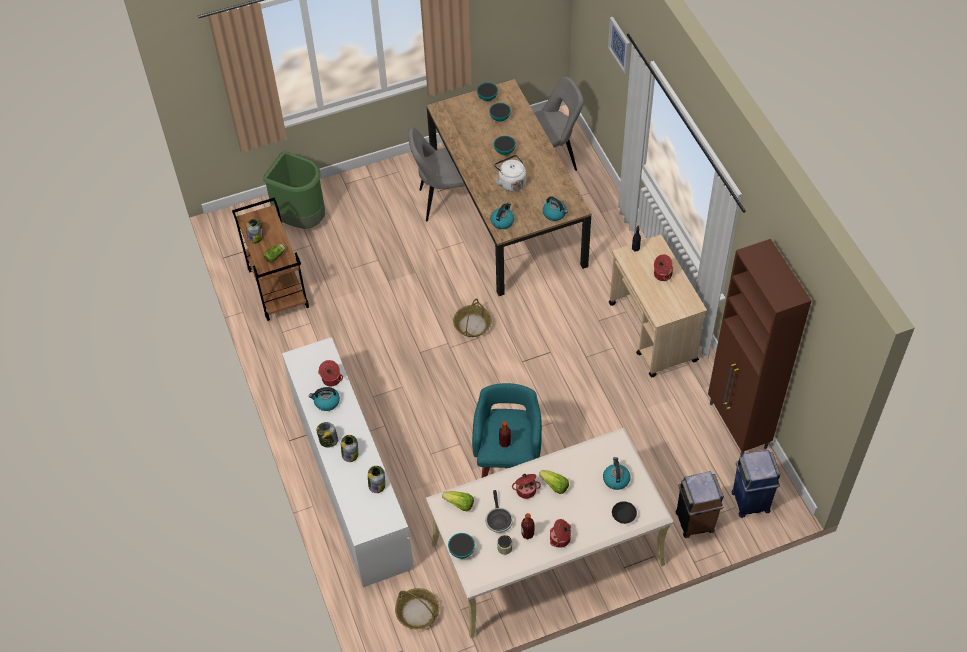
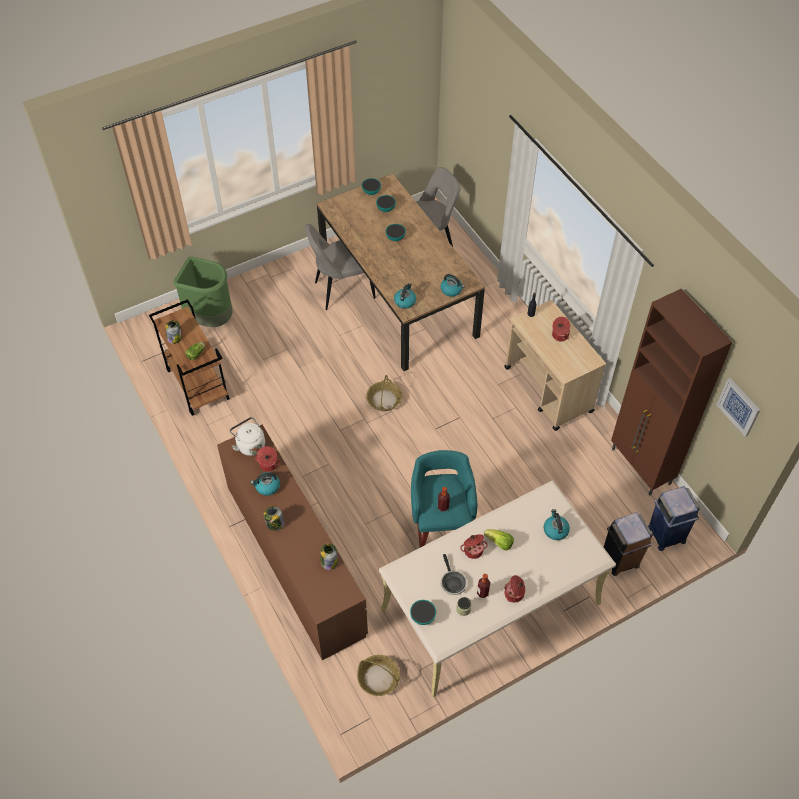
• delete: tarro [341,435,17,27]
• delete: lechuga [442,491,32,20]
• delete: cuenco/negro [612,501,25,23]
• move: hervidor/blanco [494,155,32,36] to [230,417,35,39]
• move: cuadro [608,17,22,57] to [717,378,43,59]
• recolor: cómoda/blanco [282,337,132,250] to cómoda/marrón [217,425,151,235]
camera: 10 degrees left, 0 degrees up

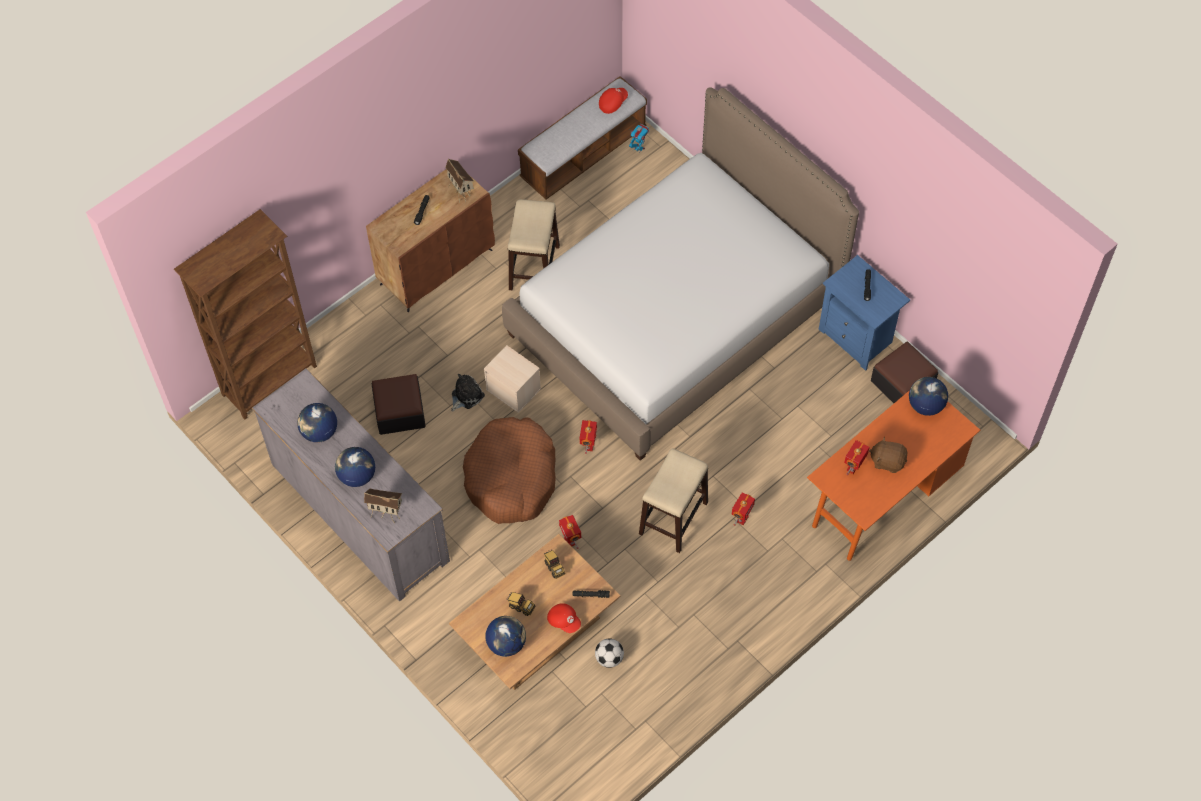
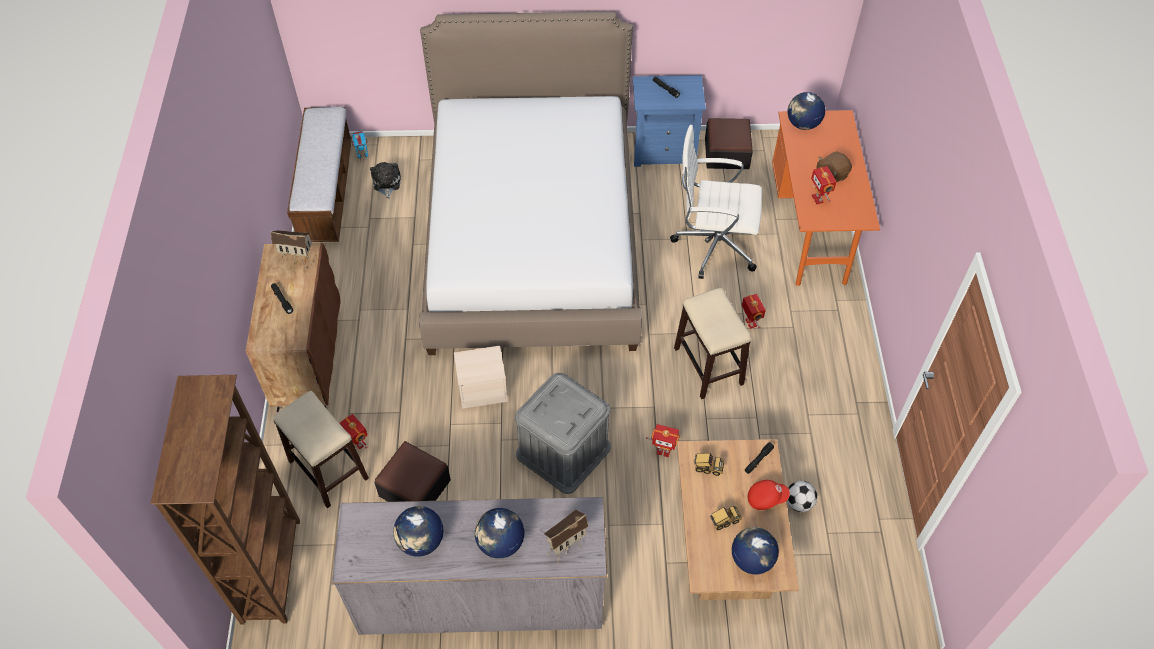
• delete: gorra/rojo [599,88,29,26]
• insert: silla de oficina/blanco [670,125,92,154]
• move: peluche [451,374,34,37] to [370,162,31,37]
• move: taburete [508,199,52,91] to [273,391,96,117]
• move: robot de juguete [580,420,17,34] to [340,414,28,35]
• replace: cama para perro/marrón [463,417,93,107] to caja de almacenaje/gris [515,373,96,121]
camera: 50 degrees left, 5 degrees down

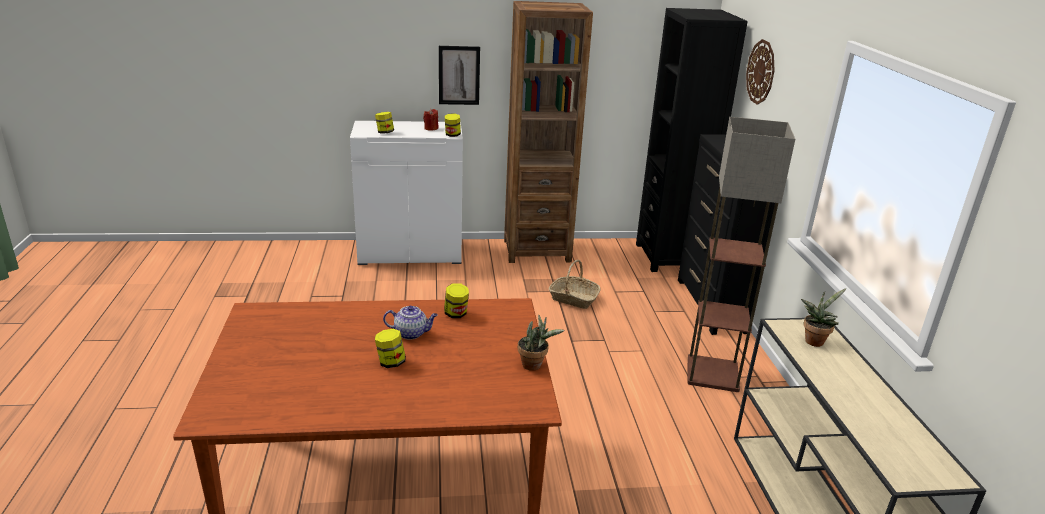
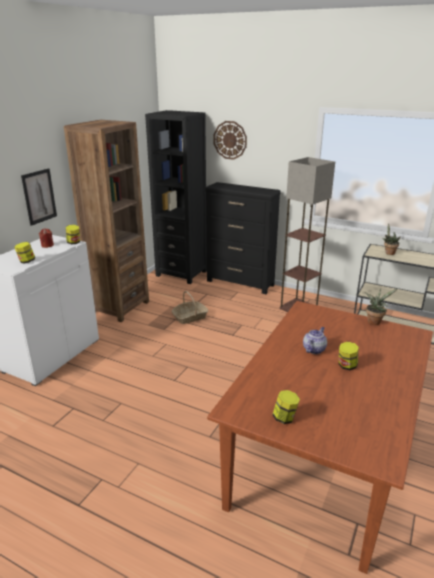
• move: tarro [444,283,25,35] to [272,390,28,34]
camera: 55 degrees left, 0 degrees up

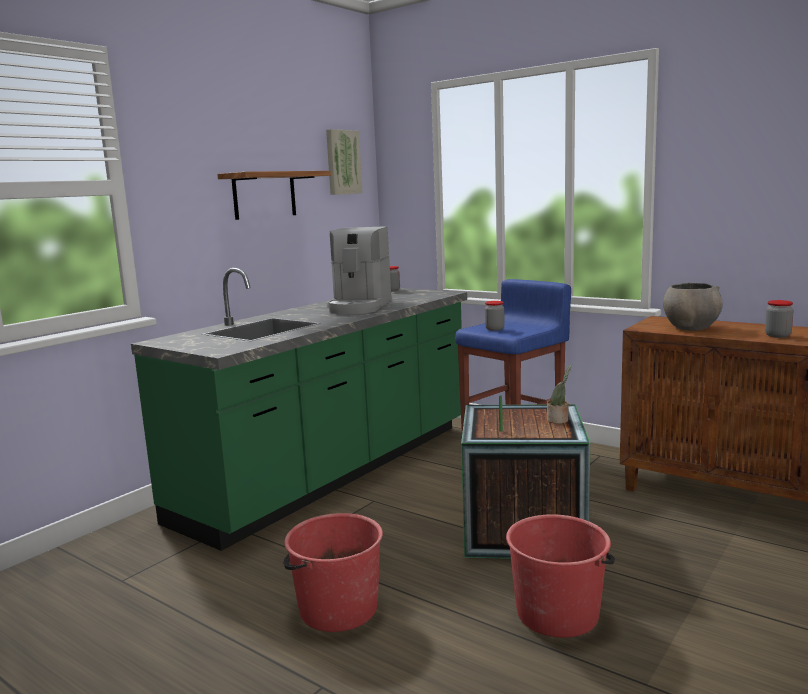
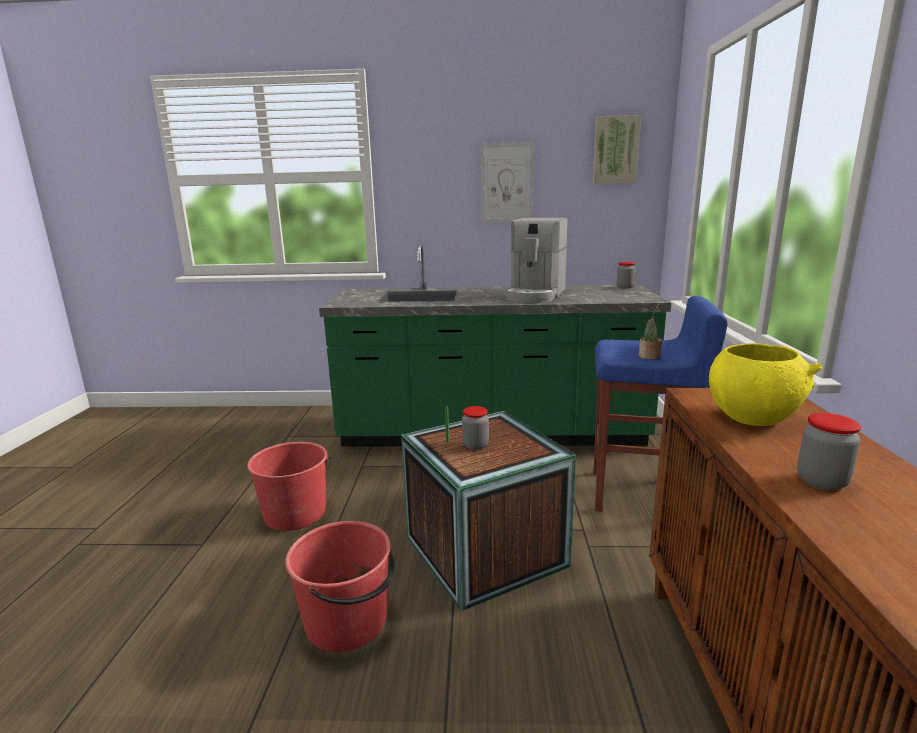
• move: tarro [485,301,19,30] to [462,406,27,44]
• move: planta en maceta [547,365,24,59] to [639,303,23,57]
• replace: estante [217,171,114,49] to cuadro [481,142,53,81]
• recolor: cuenco/gris [663,282,60,48] to cuenco/amarillo [709,343,113,83]
• rotate: cafetera [327,226,64,88] = [504,218,63,85] 45 degrees counterclockwise
camera: 55 degrees right, 5 degrees up

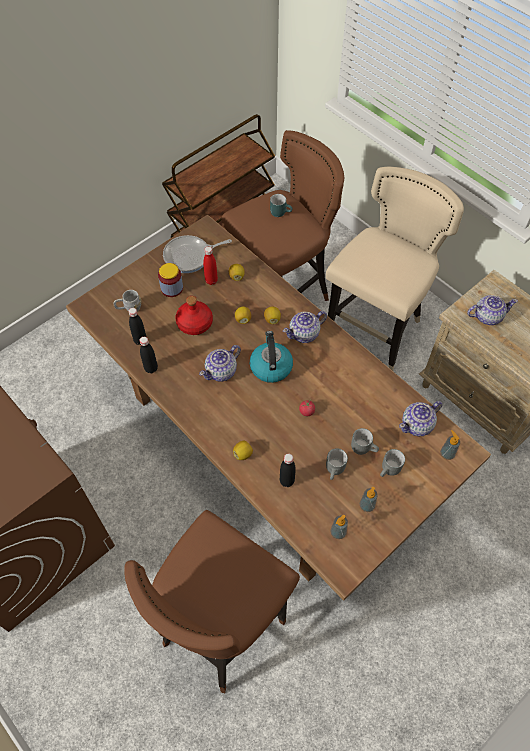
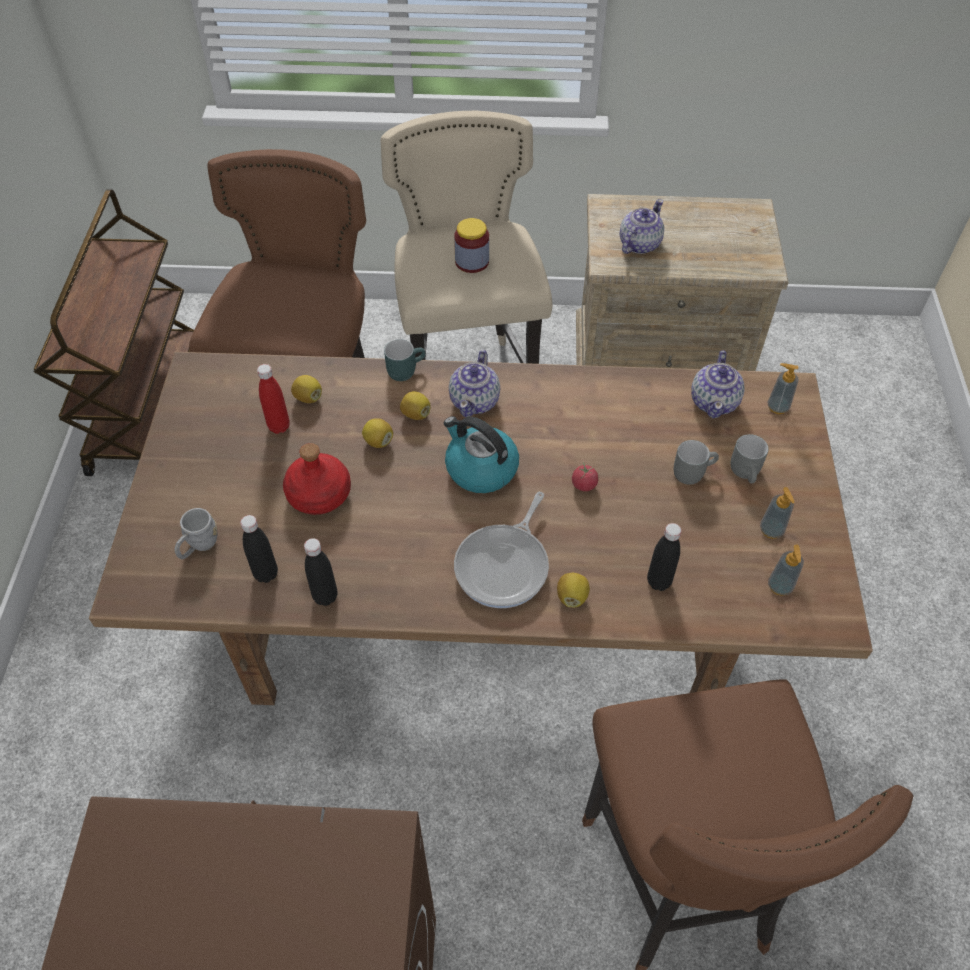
• delete: tetera [199,345,42,37]
• delete: taza grande/gris [326,448,22,32]
• move: tarro [158,263,25,34] to [454,218,35,55]
• move: sartén [163,235,69,38] to [454,492,95,116]
• move: taza grande/turquesa [270,194,22,23] to [384,339,41,42]
camera: 45 degrees left, 5 degrees down

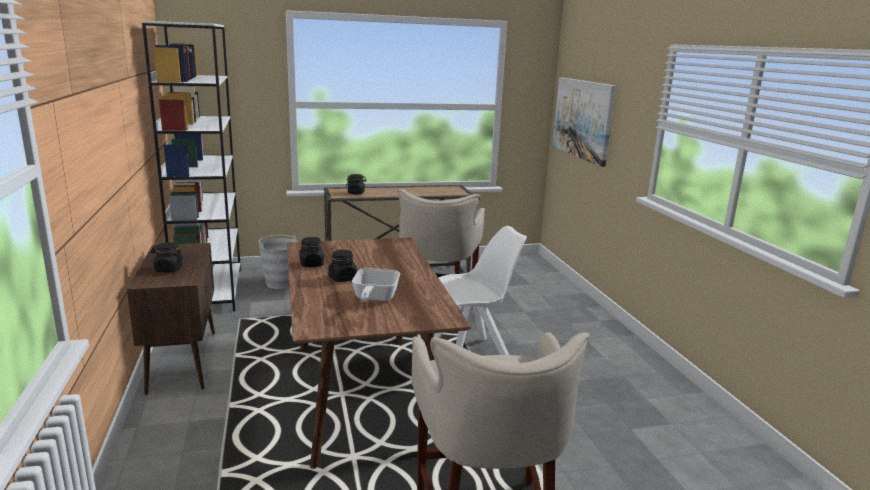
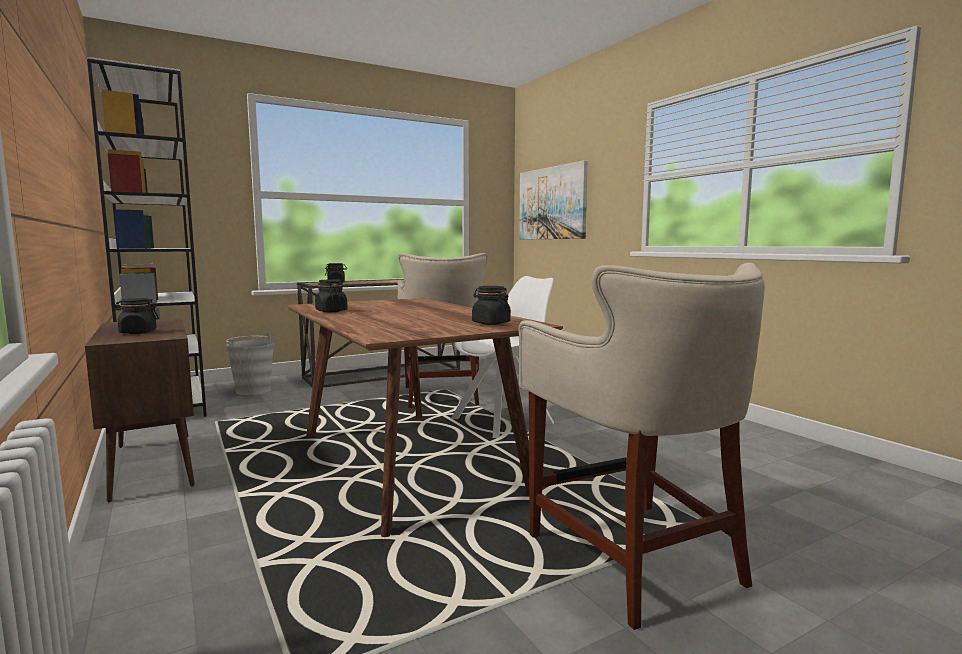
• delete: sartén [352,268,48,34]
• move: tarro/negro [328,250,29,32] to [472,286,39,39]
camera: 15 degrees left, 10 degrees down

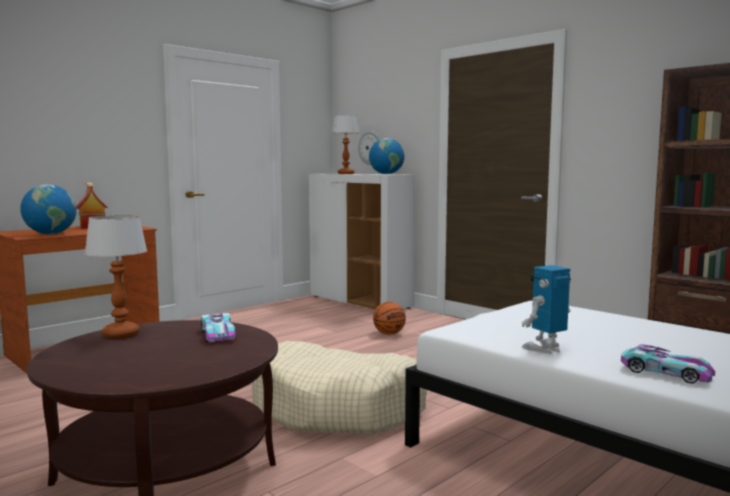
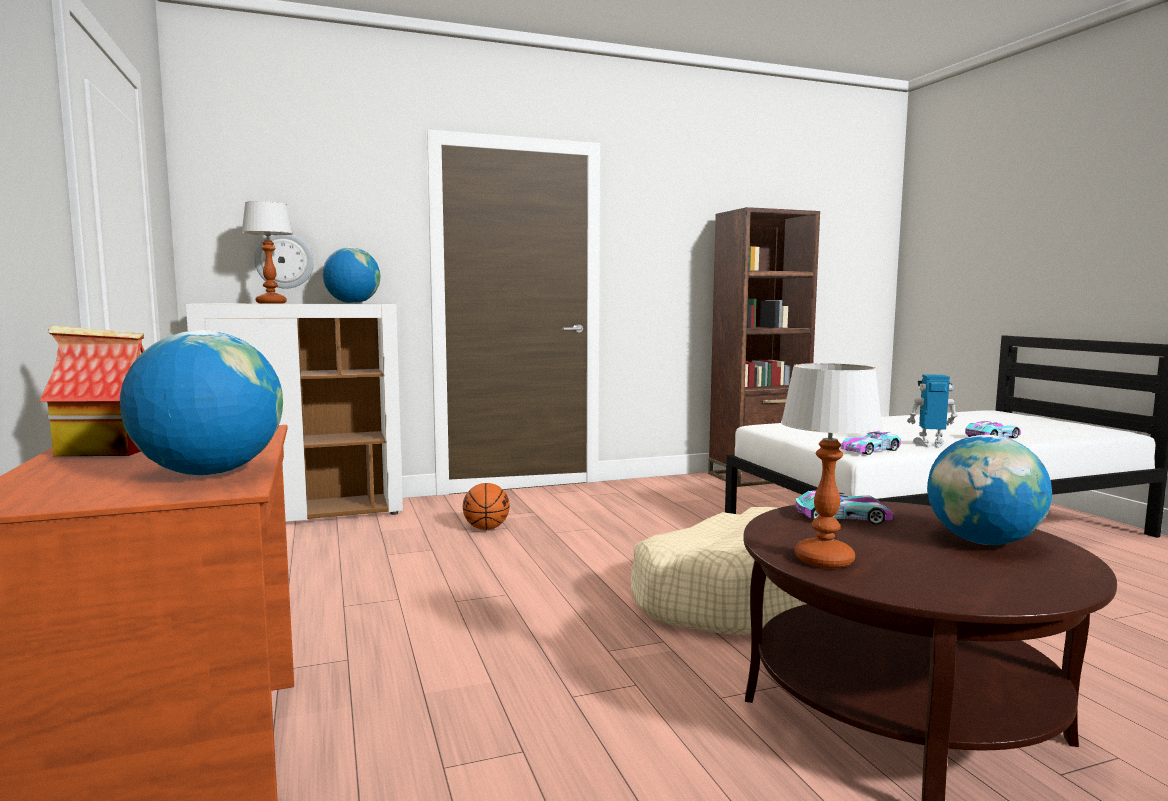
• insert: coche de juguete [841,430,60,25]
• insert: globo terráqueo [927,435,125,110]
• rotate: robot de juguete [522,265,49,89] = [907,374,51,74] 105 degrees clockwise
camera: 65 degrees left, 0 degrees up

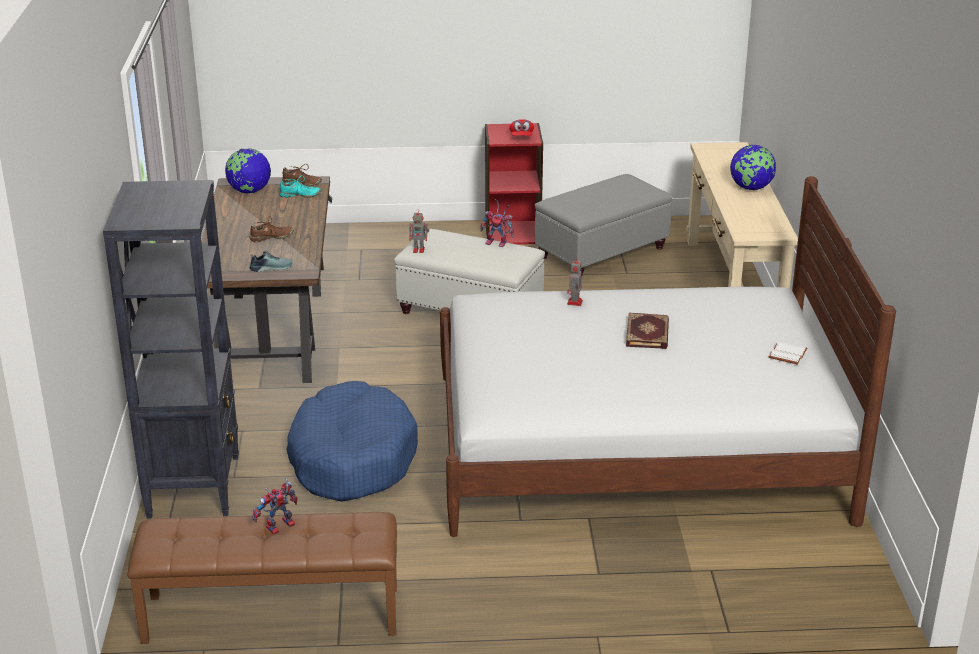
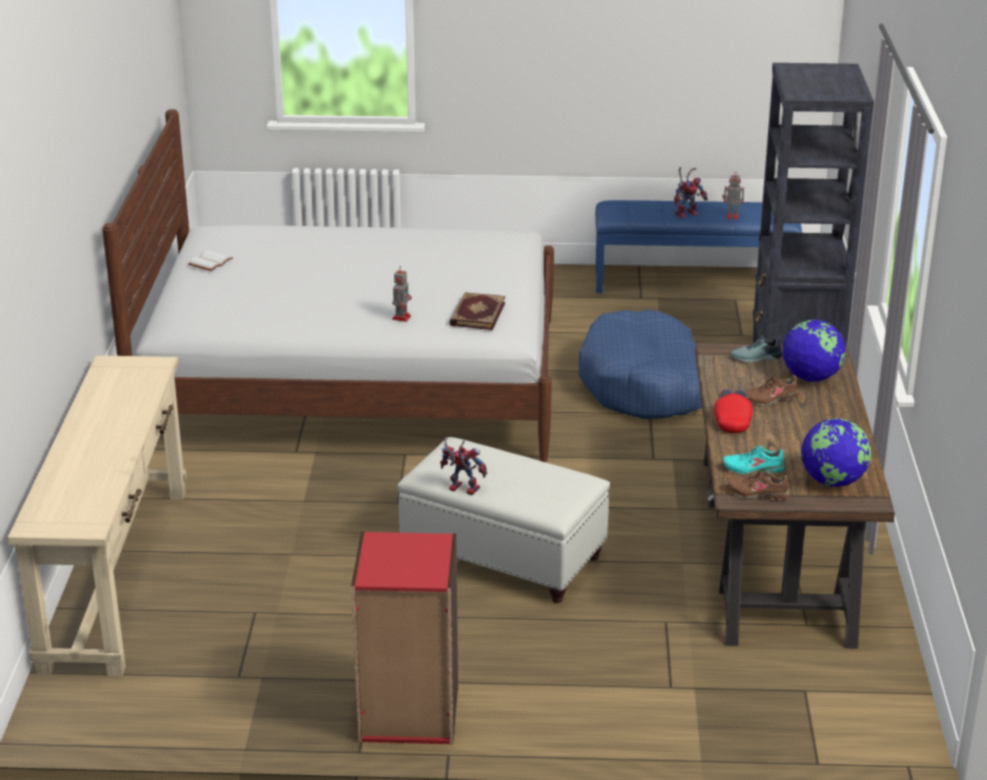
• delete: puf/gris [535,174,138,104]
• move: robot de juguete [409,209,20,44] to [722,171,22,49]
• move: gorra/rojo [509,119,25,17] to [714,388,39,45]
• move: libro [626,313,43,36] to [449,292,56,38]
• move: globo terráqueo [730,145,46,45] to [783,319,62,63]
• recolor: banco/marrón [128,512,269,132] to banco/azul [595,200,207,94]
camera: 175 degrees left, 0 degrees up

